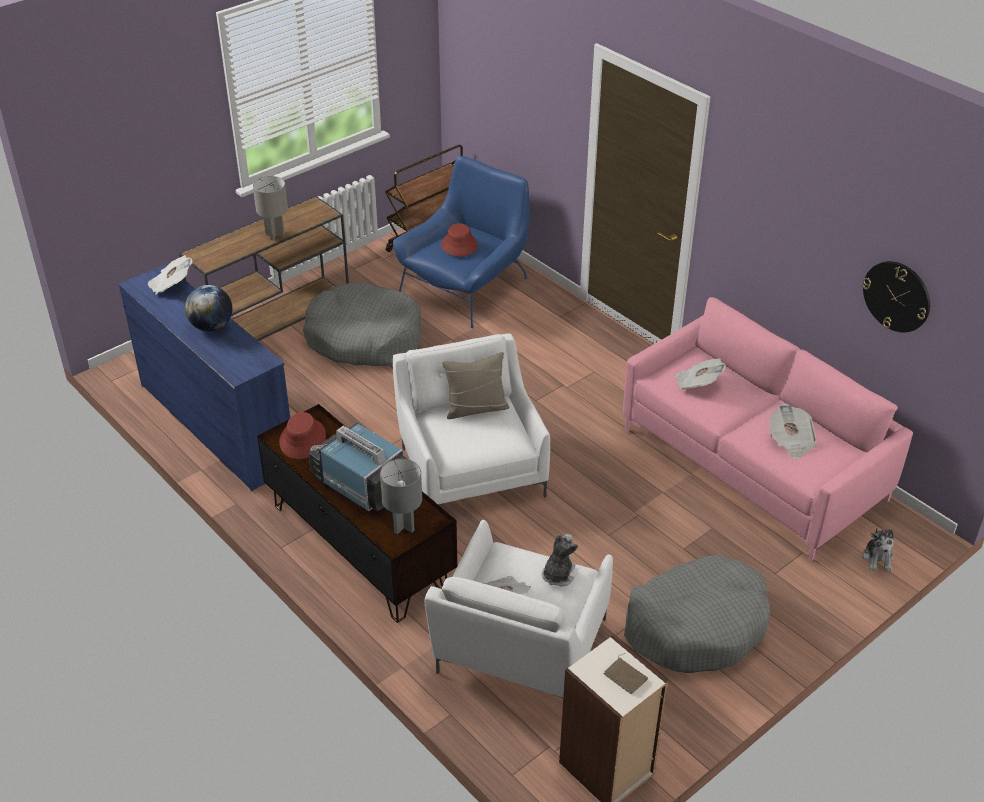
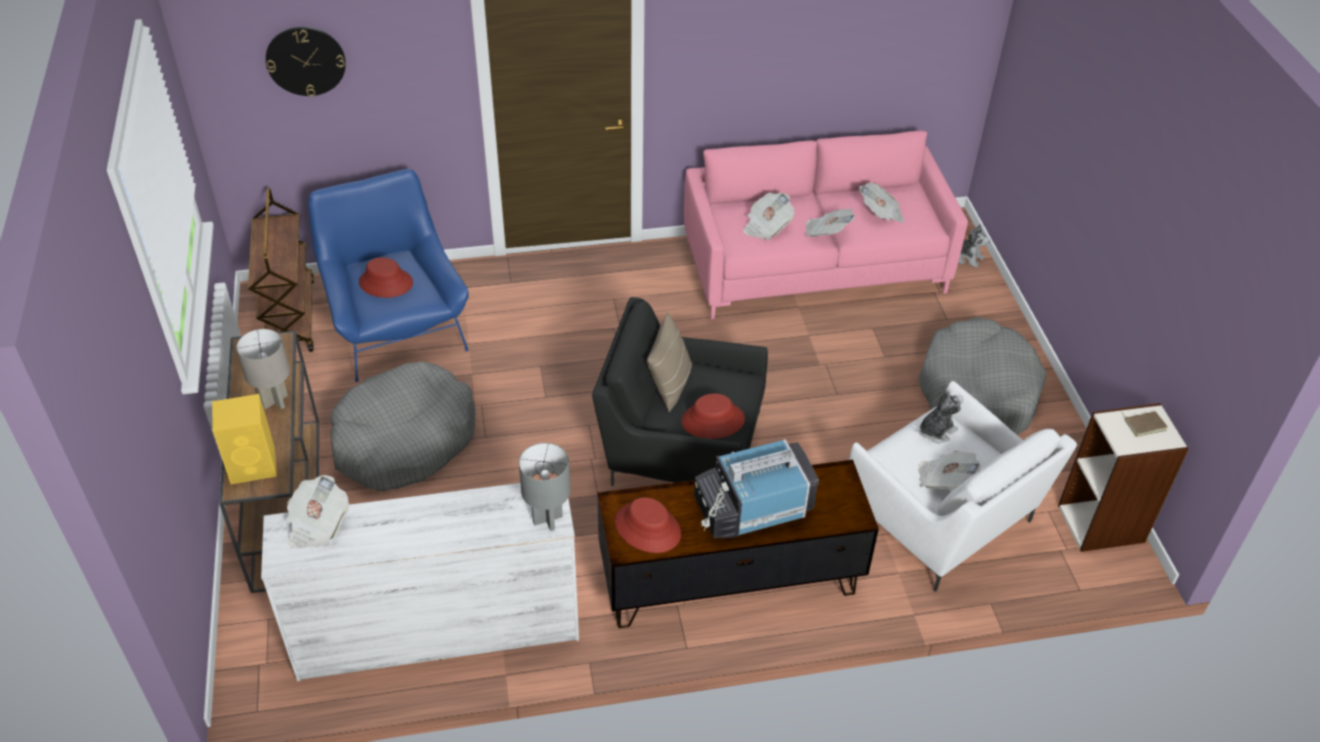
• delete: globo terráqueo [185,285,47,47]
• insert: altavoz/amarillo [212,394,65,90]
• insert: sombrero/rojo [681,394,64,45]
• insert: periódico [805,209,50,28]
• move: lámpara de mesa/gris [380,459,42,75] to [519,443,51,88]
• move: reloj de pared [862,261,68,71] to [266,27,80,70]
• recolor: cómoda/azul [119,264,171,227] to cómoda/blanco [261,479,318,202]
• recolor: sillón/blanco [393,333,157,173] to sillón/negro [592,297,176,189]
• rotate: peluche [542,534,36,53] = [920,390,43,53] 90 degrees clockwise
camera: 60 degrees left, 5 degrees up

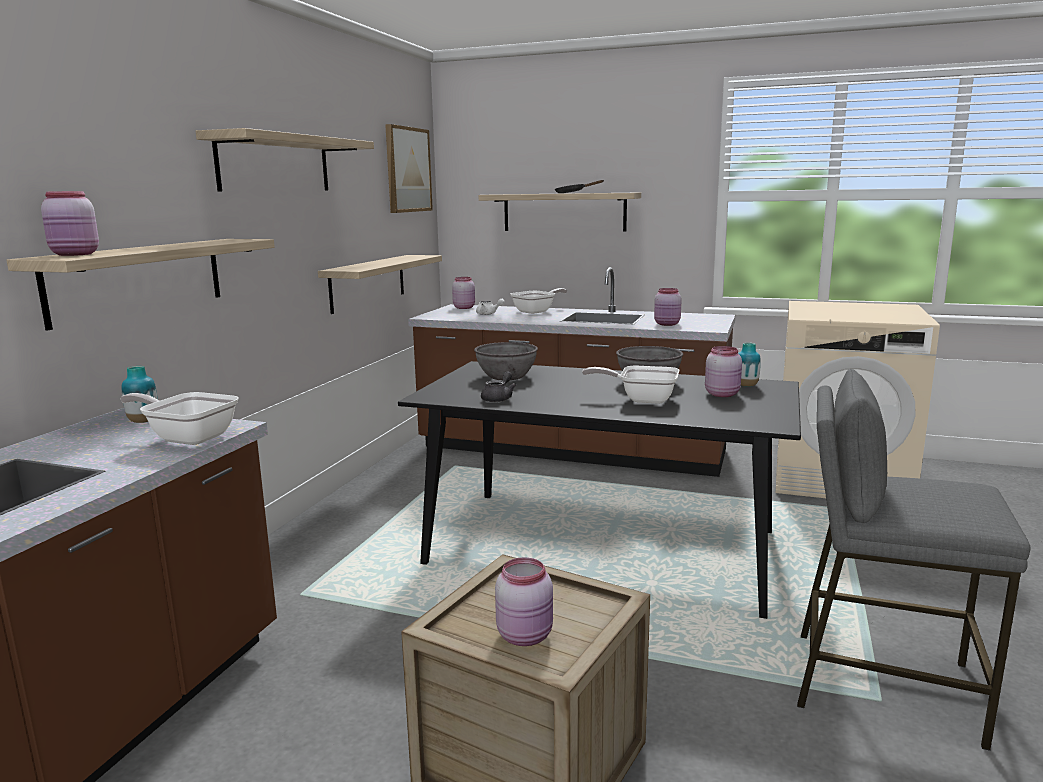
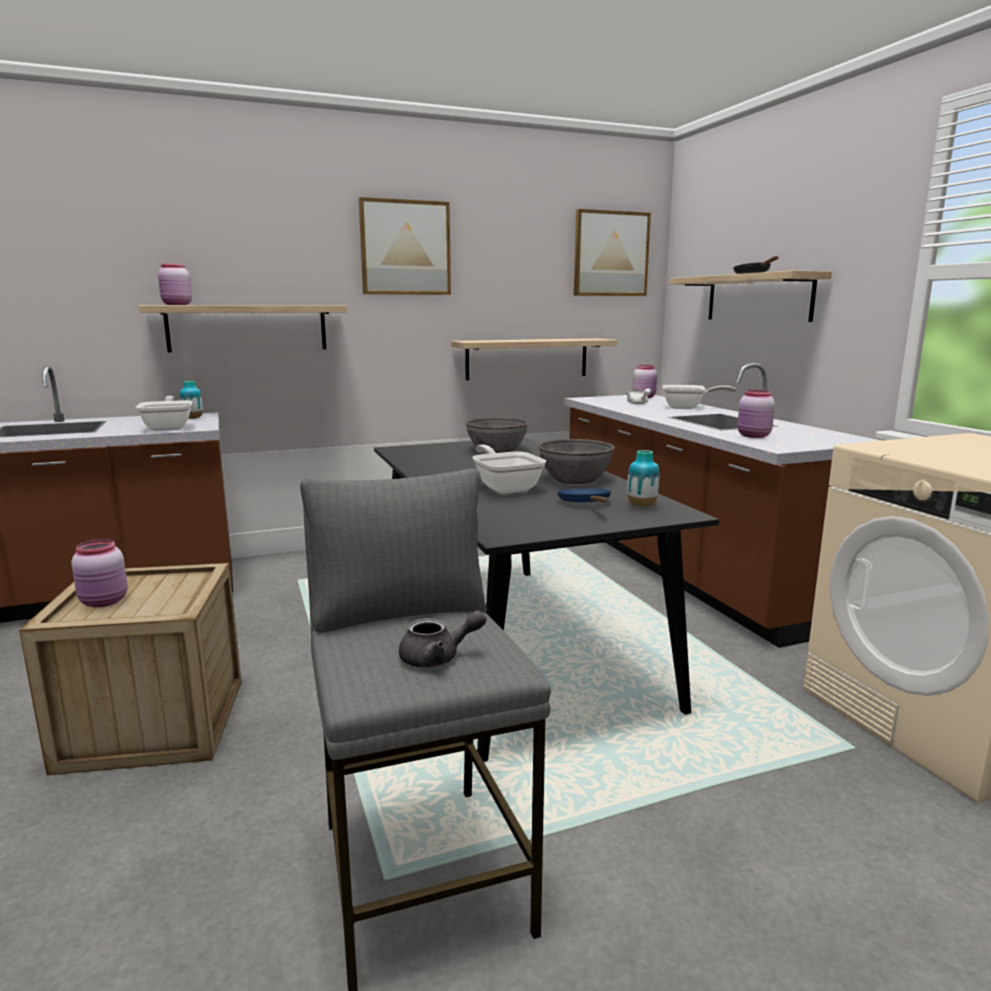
• move: tetera/gris [481,371,35,31] to [399,610,87,58]
• replace: estante [196,128,178,64] to cuadro [359,197,92,98]
• replace: tarro/rosa [705,346,37,51] to sartén/azul [557,489,54,13]
camera: 50 degrees right, 0 degrees up

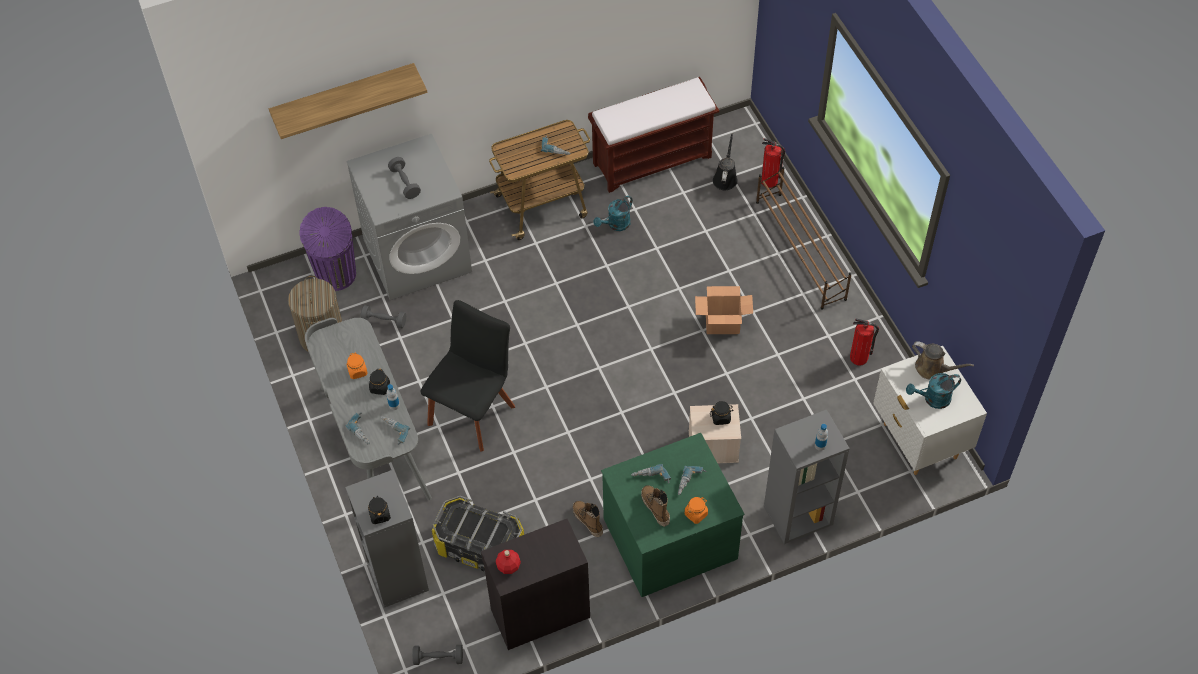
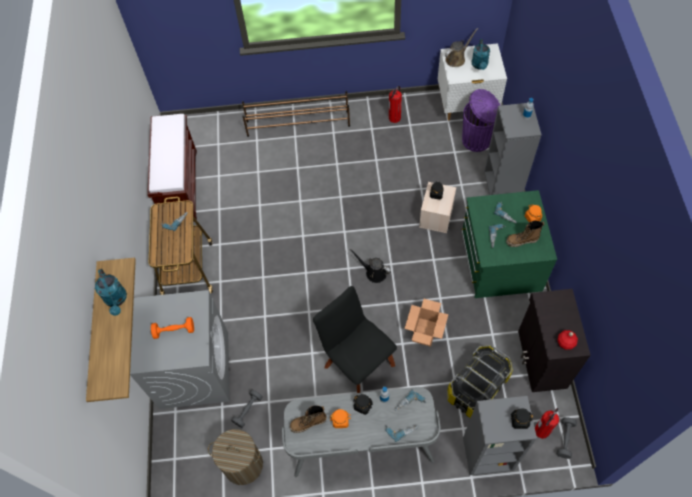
• move: papelera/morado [299,207,57,84] to [462,89,38,63]
• move: bota [573,501,30,36] to [290,405,37,28]
• move: regadera/turquesa [594,196,39,35] to [95,269,32,47]
• move: caja de cartón [695,286,58,48] to [405,299,44,48]
• move: regadera/negro [713,133,25,57] to [350,249,41,34]
• move: extintor [761,138,24,50] to [535,408,24,31]
• recolor: mancuerna/gris [388,157,33,42] to mancuerna/naranja [151,317,43,22]
camera: 70 degrees left, 5 degrees up

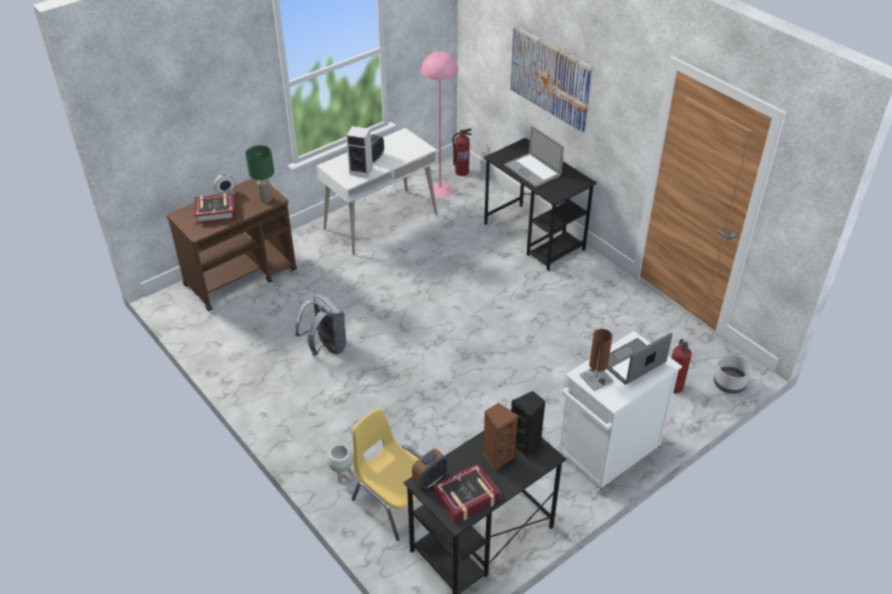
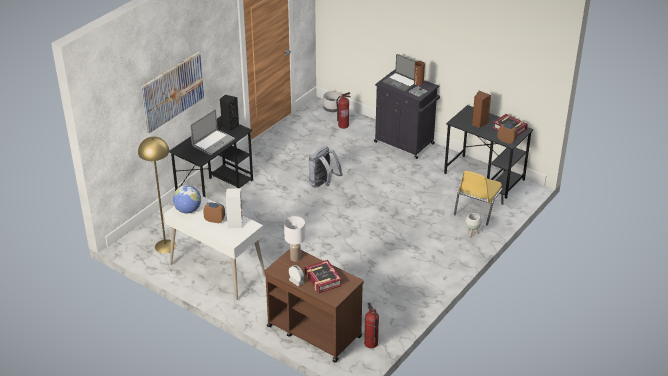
• insert: globo terráqueo [173,185,28,29]
• move: mochila/gris [295,294,51,62] to [309,146,34,42]
• move: extintor [452,128,20,48] to [364,302,15,46]
• move: altavoz/negro [511,391,35,67] to [220,95,19,37]
• recolor: lámpara de mesa/verde [245,145,29,58] to lámpara de mesa/blanco [284,216,21,46]
• recolor: lámpara de pie/rosa [421,52,37,146] to lámpara de pie/amarillo [138,137,38,116]
• recolor: armario/blanco [559,331,123,163] to armario/negro [374,70,66,89]
camera: 105 degrees left, 5 degrees down

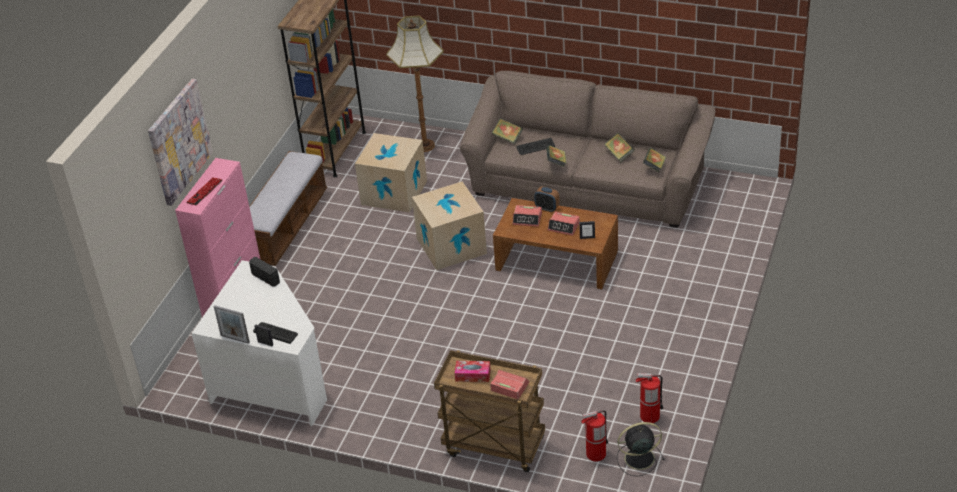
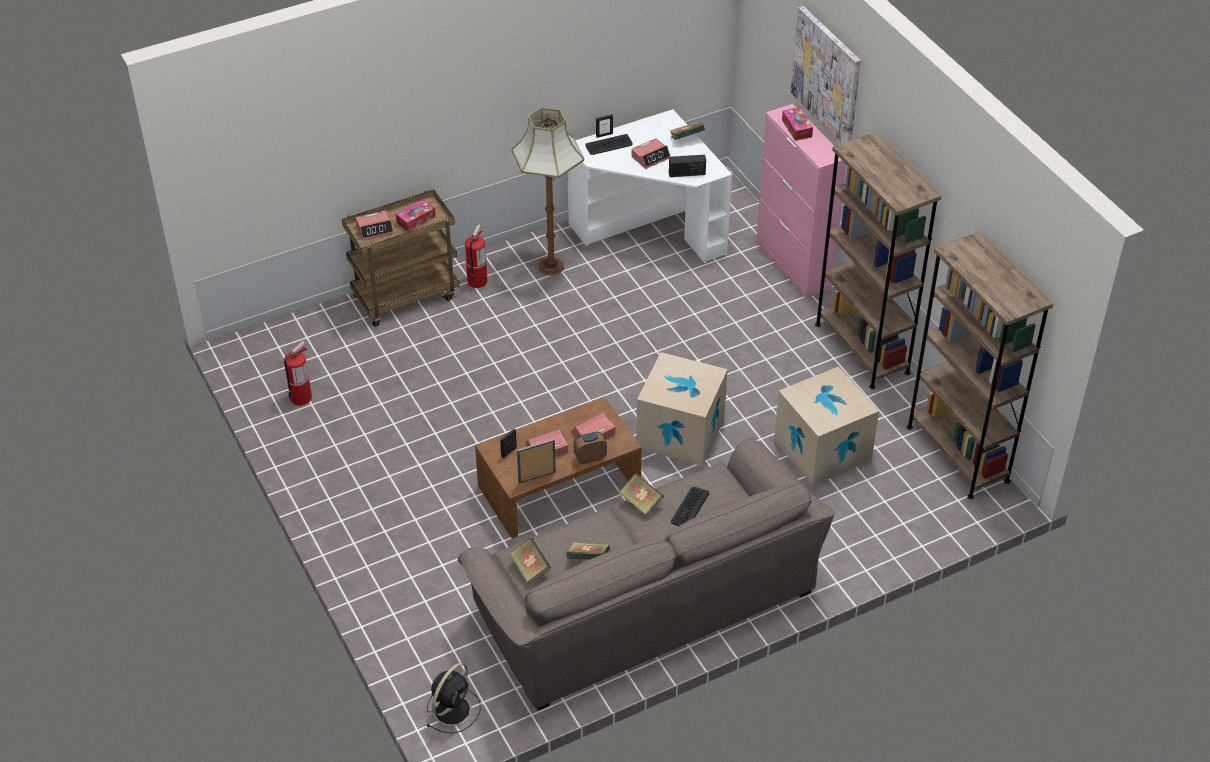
• insert: despertador [631,138,40,31]
• move: portarretratos [214,305,36,39] to [517,439,39,45]
• move: lámpara de pie [386,16,58,136] to [512,107,72,168]
• move: libro [492,118,31,27] to [670,121,35,19]
• move: extintor [581,410,27,51] to [465,224,23,64]
• move: ventilador/negro [617,422,48,54] to [426,663,55,70]
• replace: teclado [186,177,37,28] to caja de pañuelos [782,107,31,34]
• replace: banco [249,151,78,115] to estantería/marrón [815,132,126,257]
camera: 130 degrees right, 5 degrees up

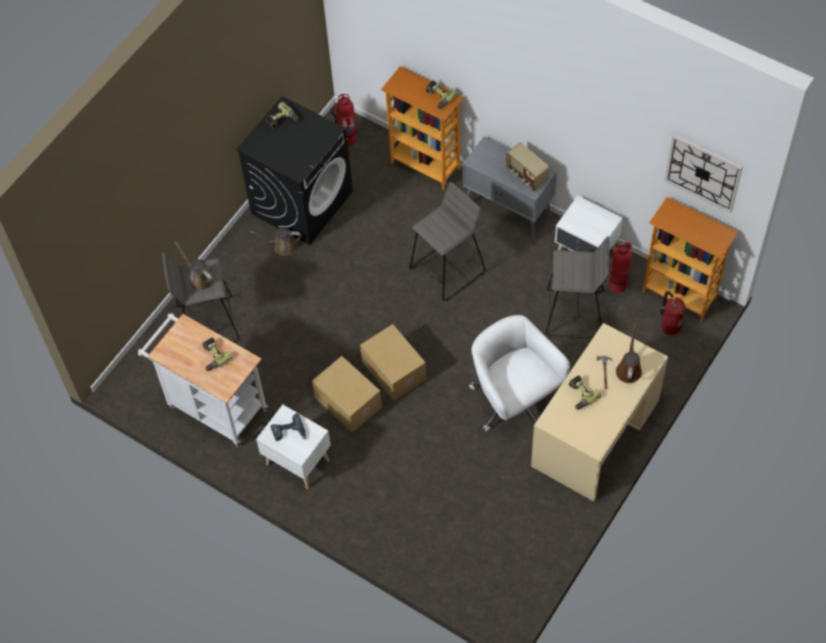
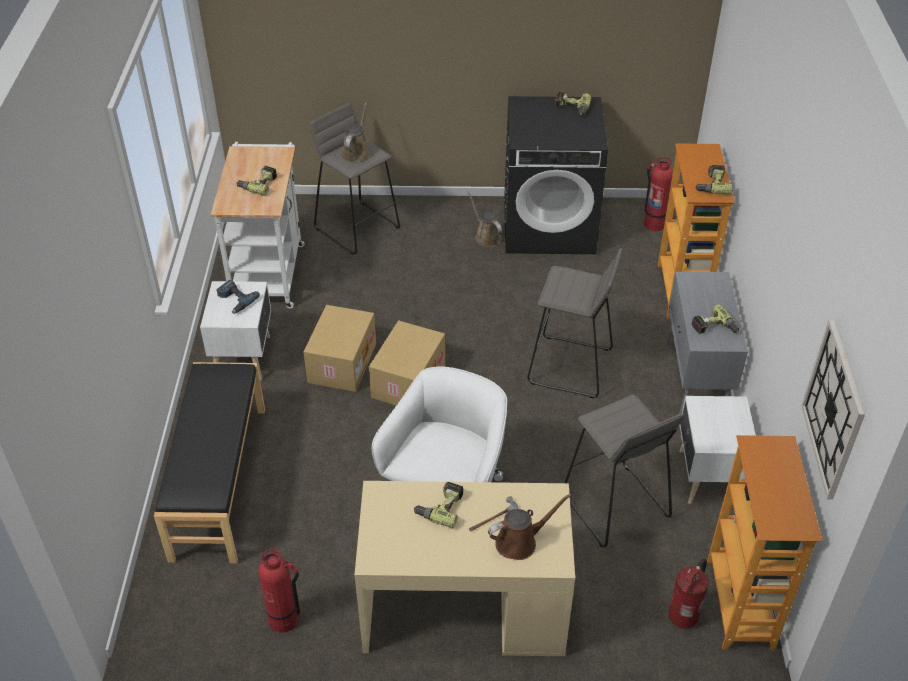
• insert: banco/negro [154,362,111,201]
• move: extintor [609,242,23,51] to [258,549,43,84]
• replace: radio [506,143,43,48] to taladro [691,304,48,30]
camera: 55 degrees right, 15 degrees down

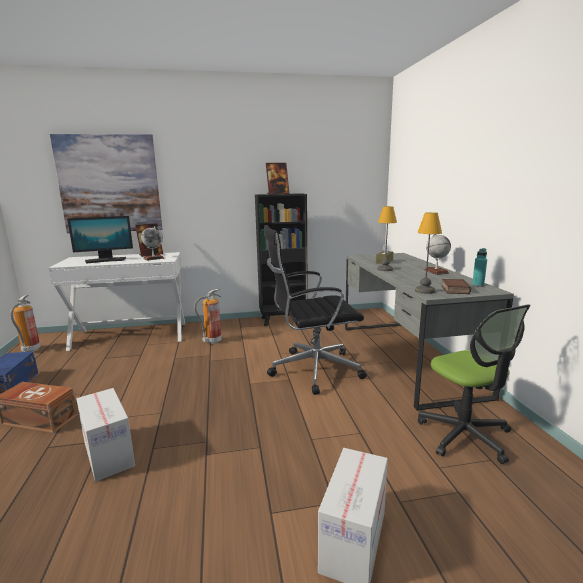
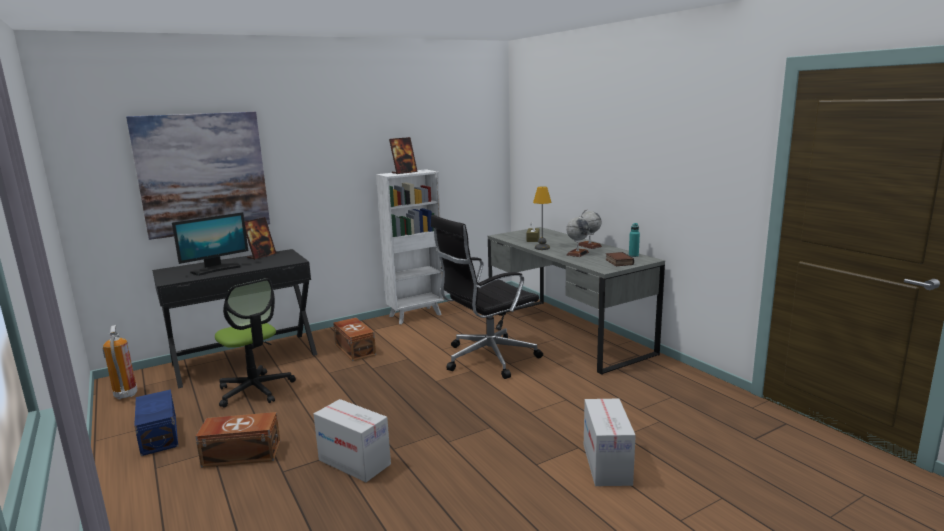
• delete: lámpara de mesa [415,212,27,82]
• move: globo terráqueo [141,226,23,35] to [566,215,24,42]
• move: silla de oficina [418,304,112,160] to [215,278,81,130]
• replace: extintor [194,289,28,55] to caja de almacenaje/marrón [333,318,43,43]
• recolor: escritorio/blanco [48,252,137,99] to escritorio/negro [152,249,165,139]
• recolor: estantería/negro [255,193,53,133] to estantería/blanco [376,169,68,155]
camera: 20 degrees left, 0 degrees up

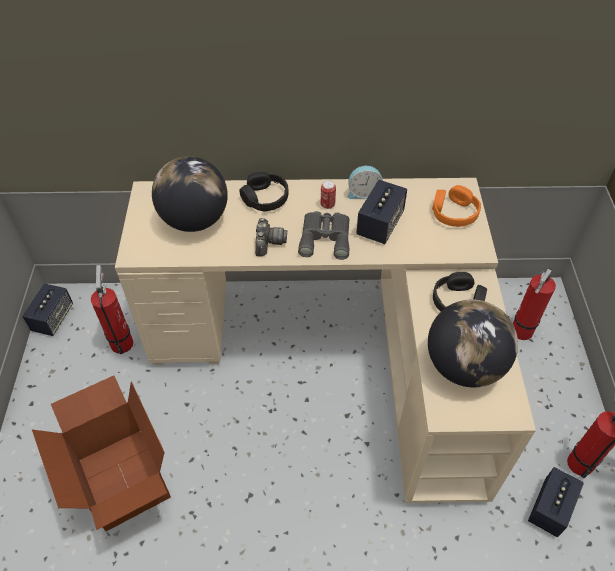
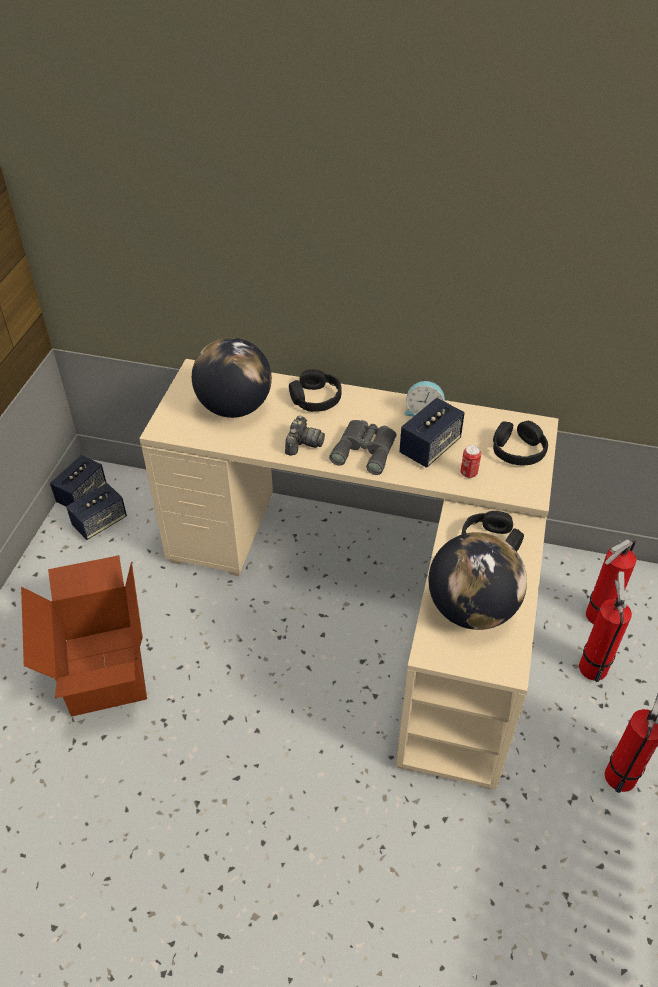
• move: extintor [91,265,42,89] to [579,571,53,111]
• move: lata [321,180,15,29] to [461,445,20,33]
• move: altavoz [528,467,56,70] to [66,483,61,57]
• recolor: auriculares/naranja [432,185,49,42] to auriculares/negro [493,421,55,44]
camera: 15 degrees right, 5 degrees down

